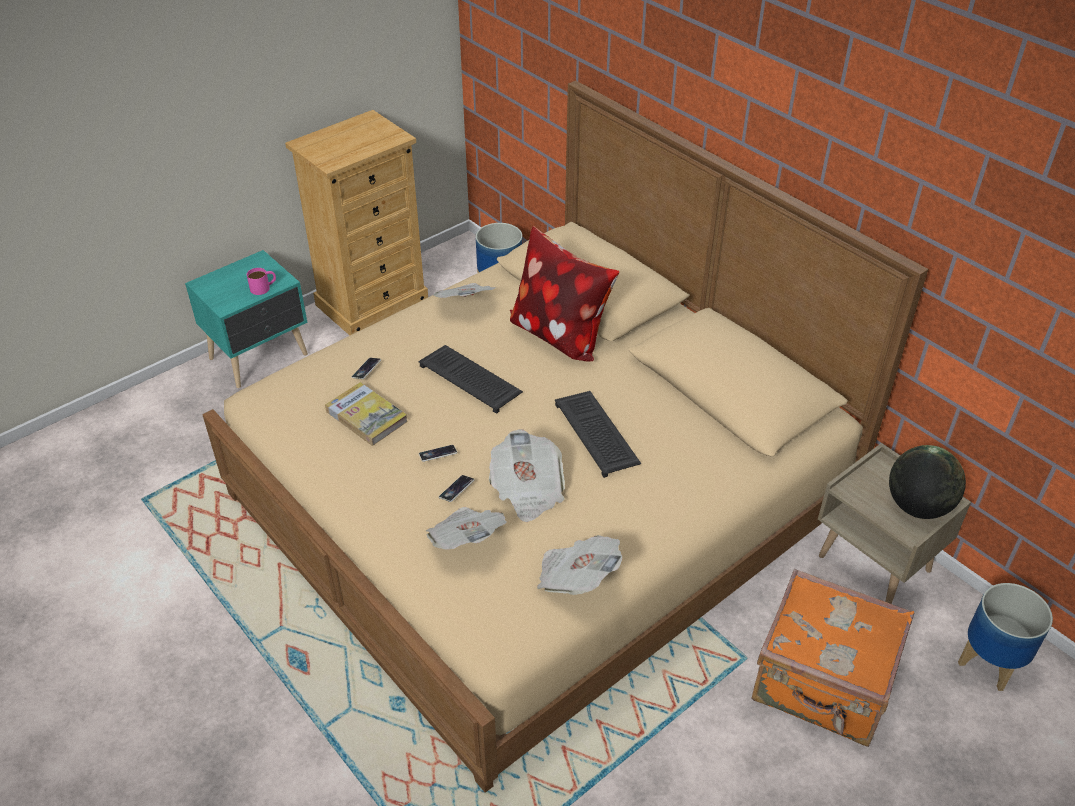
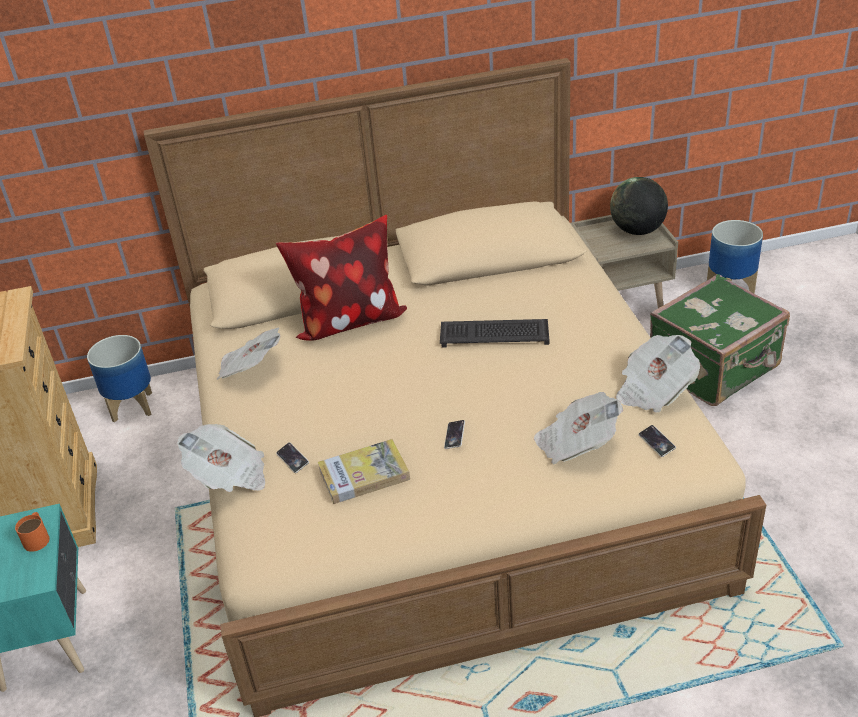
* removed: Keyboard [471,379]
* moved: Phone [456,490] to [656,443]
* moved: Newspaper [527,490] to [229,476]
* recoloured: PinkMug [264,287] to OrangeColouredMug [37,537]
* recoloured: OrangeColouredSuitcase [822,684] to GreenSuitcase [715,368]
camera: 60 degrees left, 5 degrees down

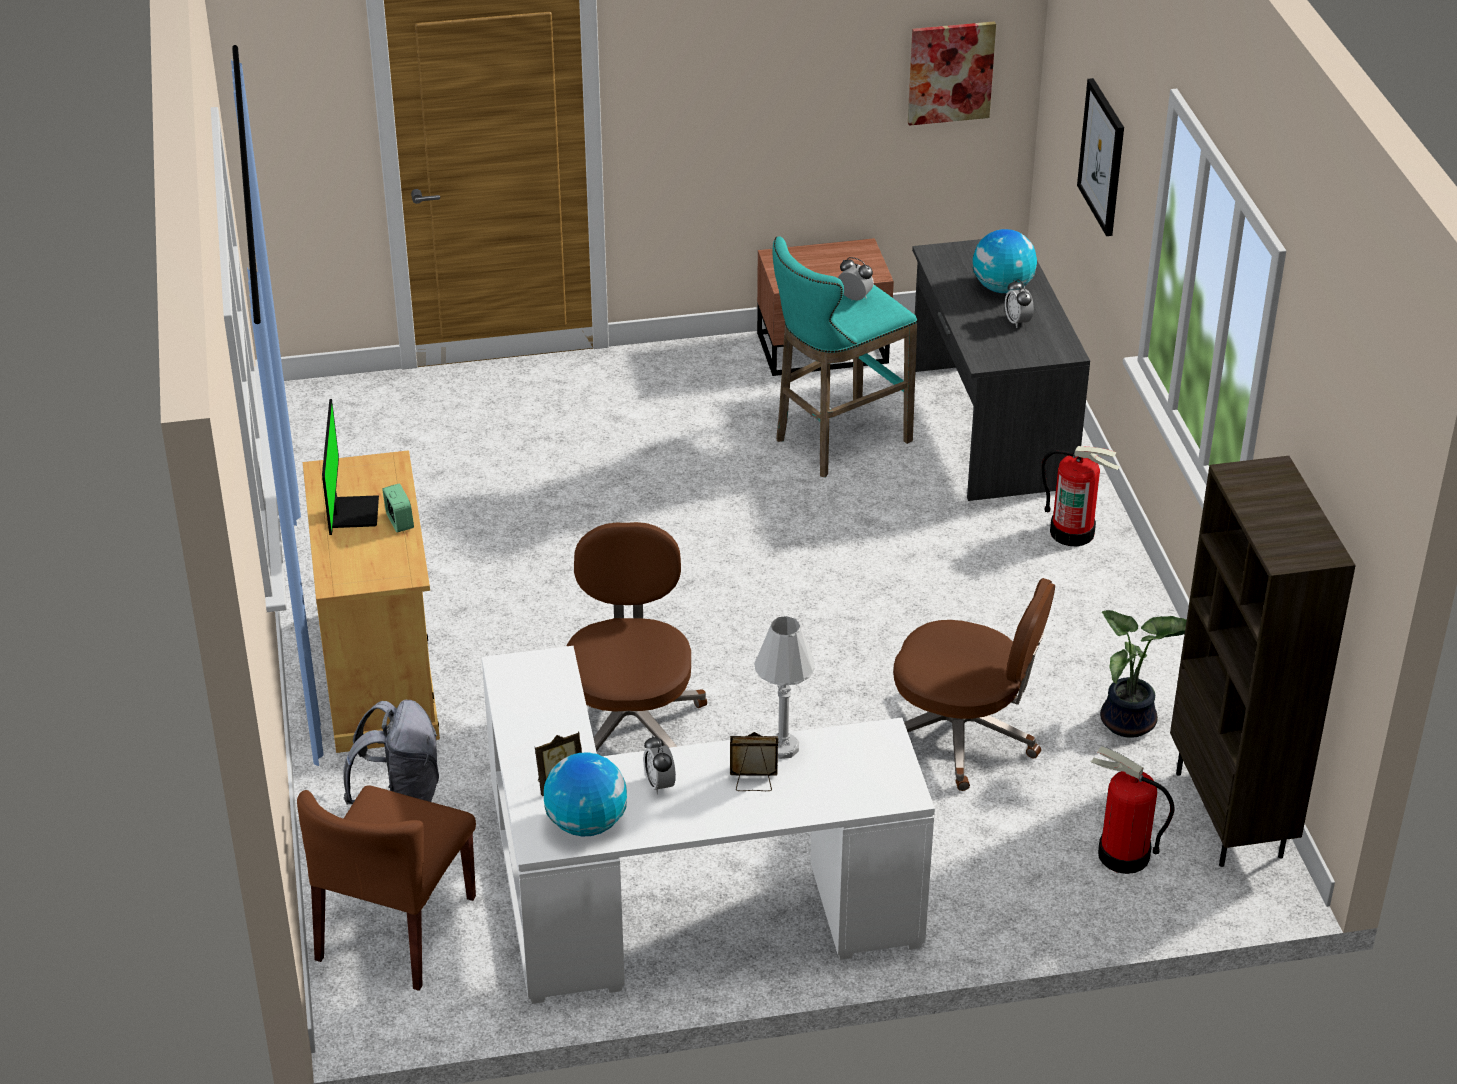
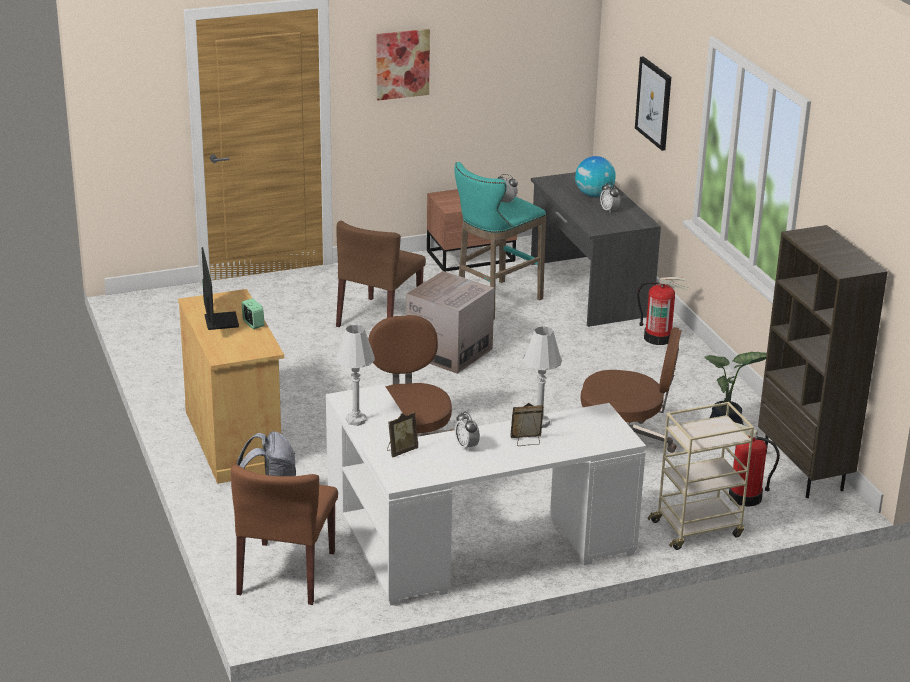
* removed: Globe [586,824]
* added: BrownishUprightChair [379,319]
* added: WhiteColouredTabletopLamp [356,420]
* added: PackingBox [449,352]
* added: SandColouredTrolley [697,528]
* moved: Picture [950,72] to [402,64]
camera: 10 degrees left, 10 degrees down

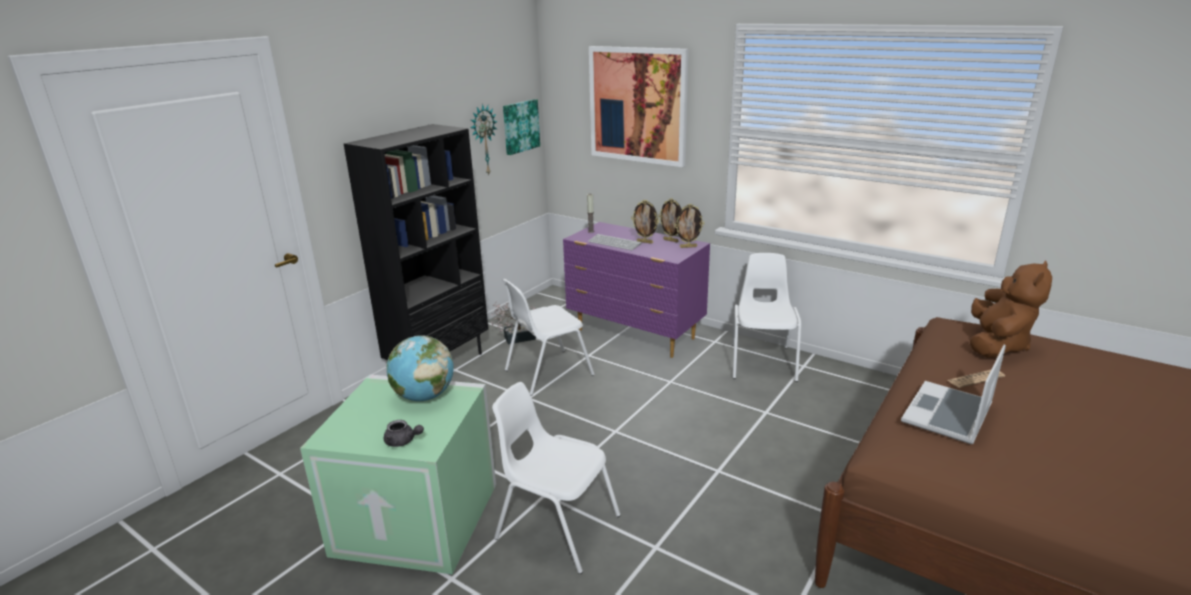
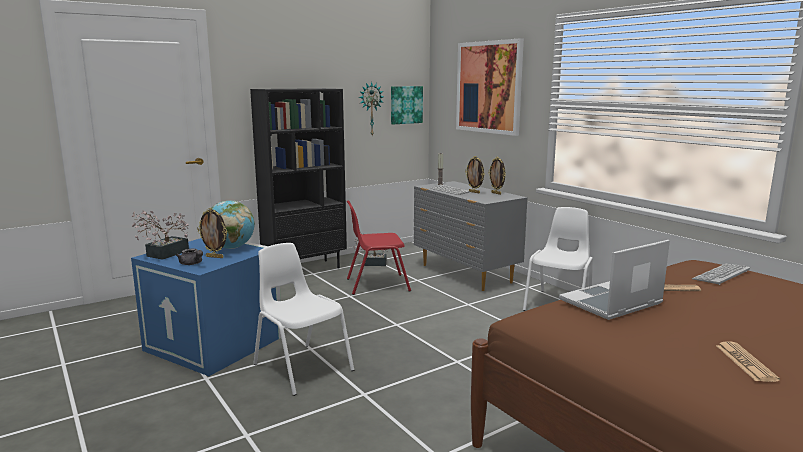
* added: PlantInAPot [164,254]
* added: Newspaper [745,362]
* moved: PictureFrame [688,247] to [215,257]
* replaced: BrownishSoftToy [996,345] to Keyboard [721,275]
* recoloured: GreenStorageContainer [419,517] to BluishStorageContainer [216,343]
* recoloured: WhiteColouredUprightChair [547,372] to RedUprightChair [376,284]
* recoloured: PurplishChestOfDrawers [636,335] to GrayChestOfDrawers [465,274]
camera: 20 degrees right, 10 degrees down

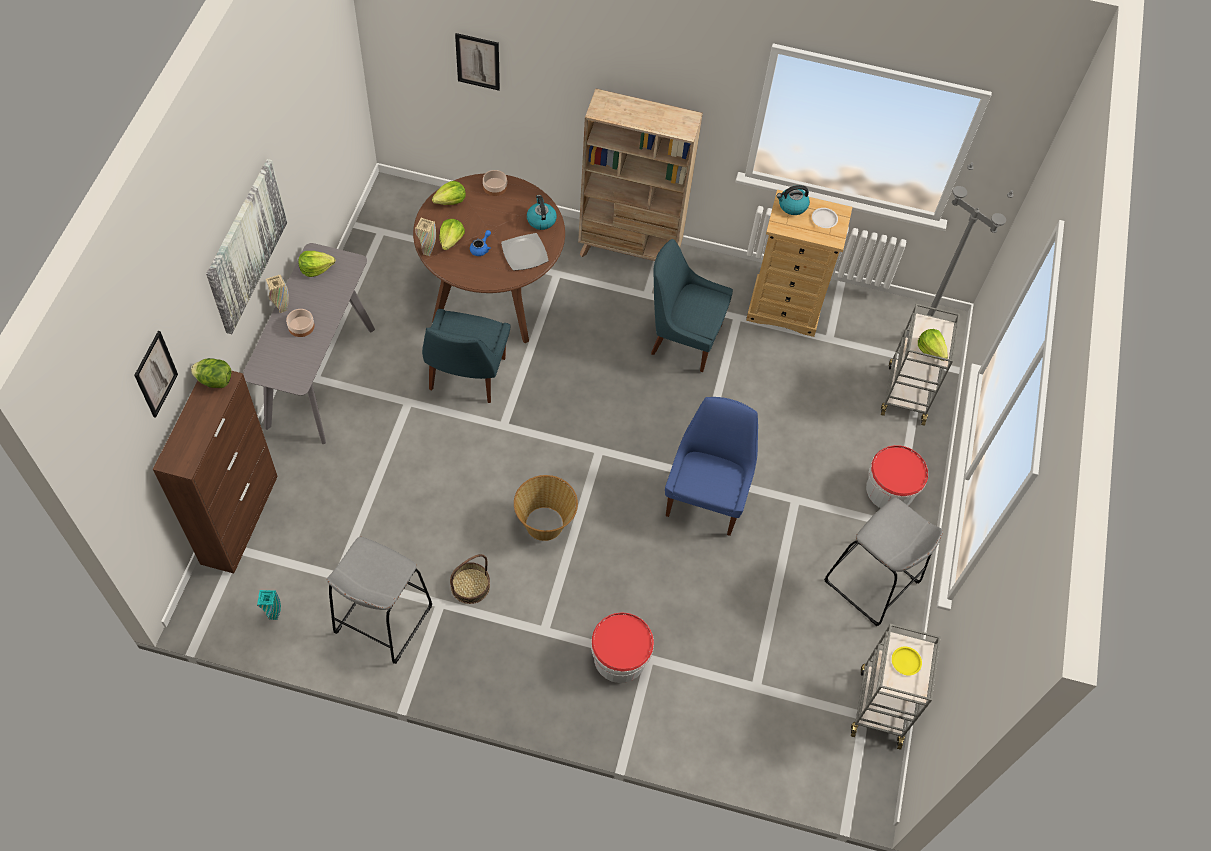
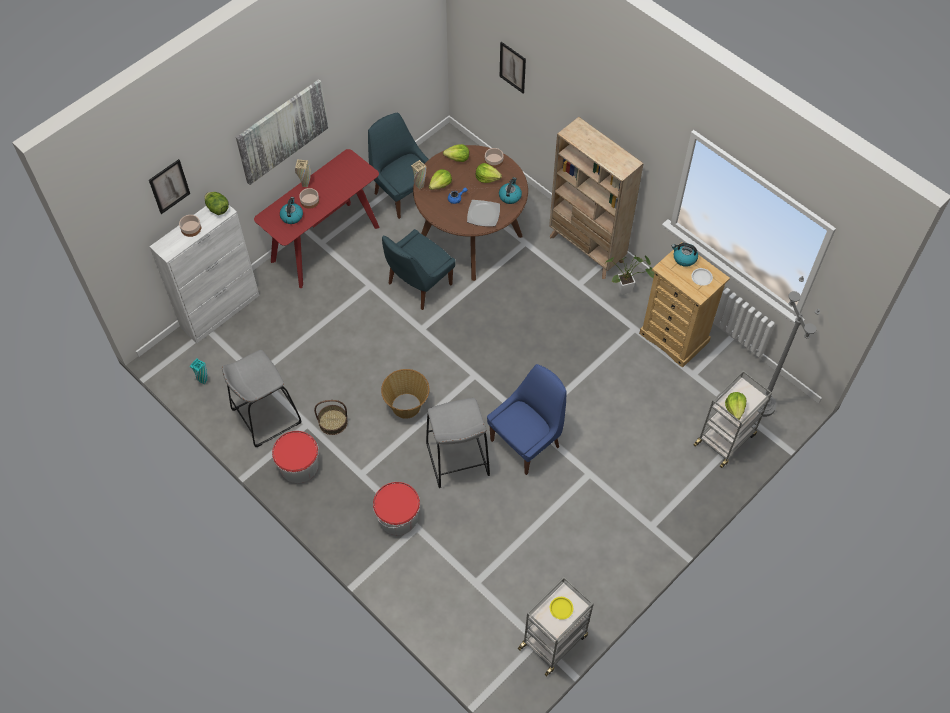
* added: Bowl [191,228]
* added: WaterKettle [291,216]
* added: PlantInAPot [627,289]
* moved: LettuceHead [316,268] to [487,178]
* moved: BluishUprightChair [683,338] to [403,193]
* moved: GrayStoolSeat [871,582] to [457,459]
* moved: WaterBucket [890,490] to [299,465]
* recoloured: BrownishCupboard [240,519] to WhiteColouredCupboard [221,311]
* recoloured: GrayConsoleTable [320,376] to RedConsoleTable [325,243]
camera: 35 degrees right, 0 degrees up

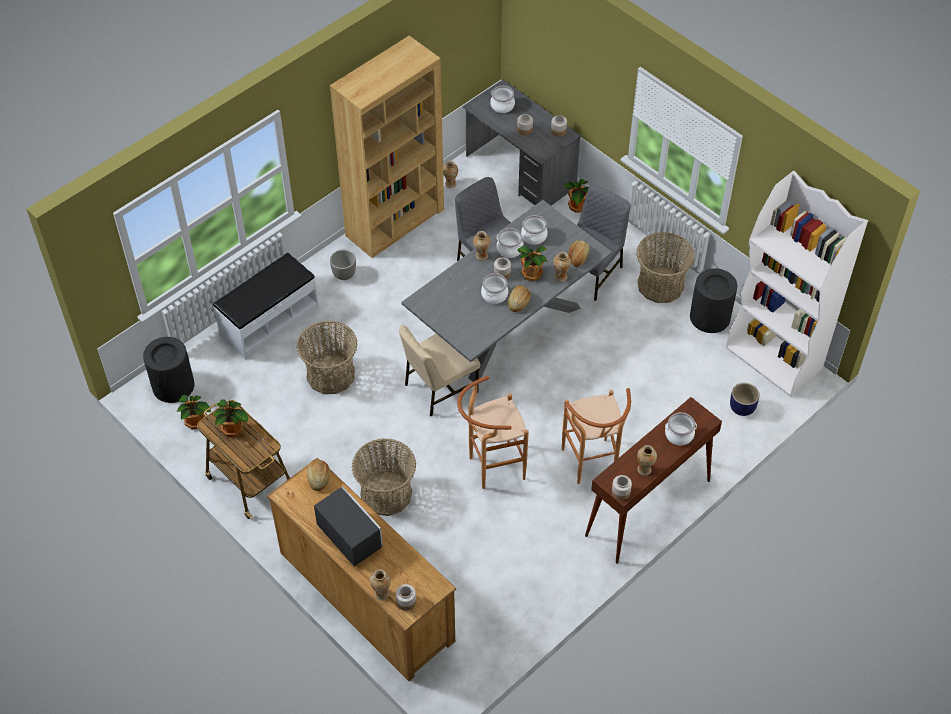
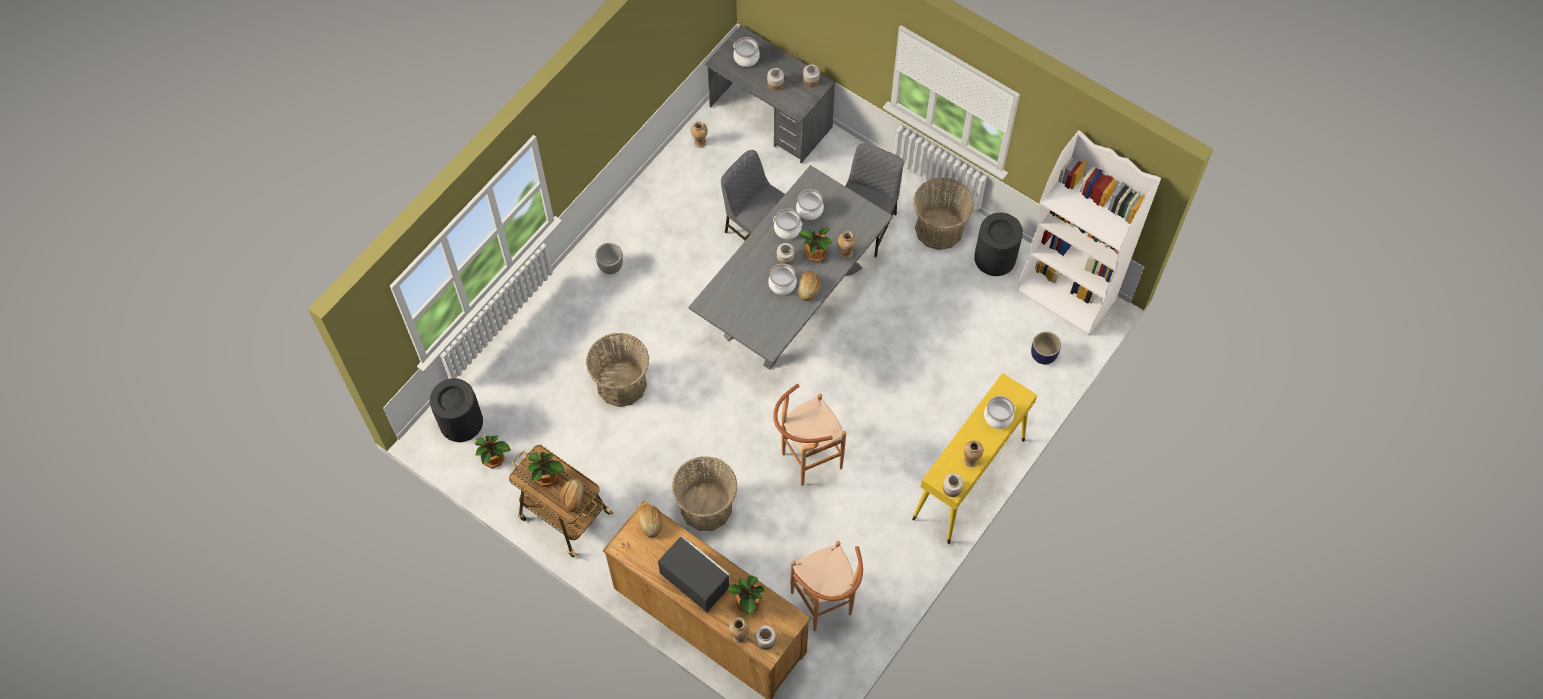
* removed: WhiteColouredLongSeat [269,321]
* removed: BrownishShelvingUnit [395,222]
* removed: SandColouredUprightChair [439,388]
* removed: Vase [481,256]
* moved: BrownishStoolSeat [591,466] to [825,608]
* moved: PlantInAPot [577,207] to [747,603]
* moved: BakeryBread [578,257] to [573,497]
* recoloured: BrownishConsoleTable [647,508] to YellowishConsoleTable [968,480]
camera: 10 degrees left, 10 degrees up

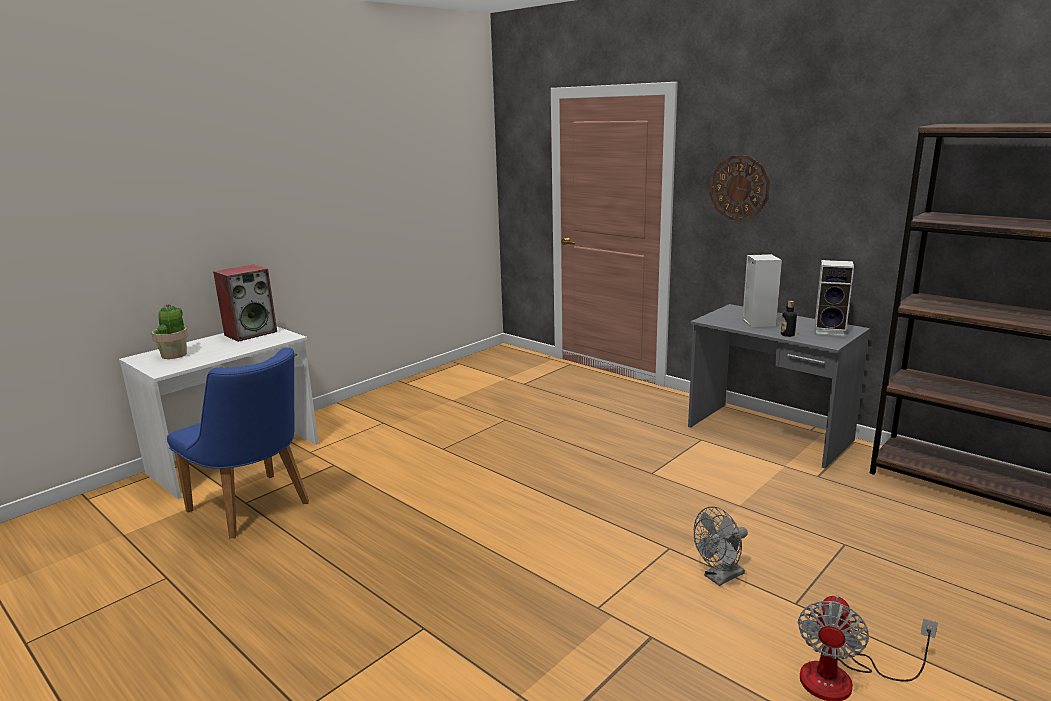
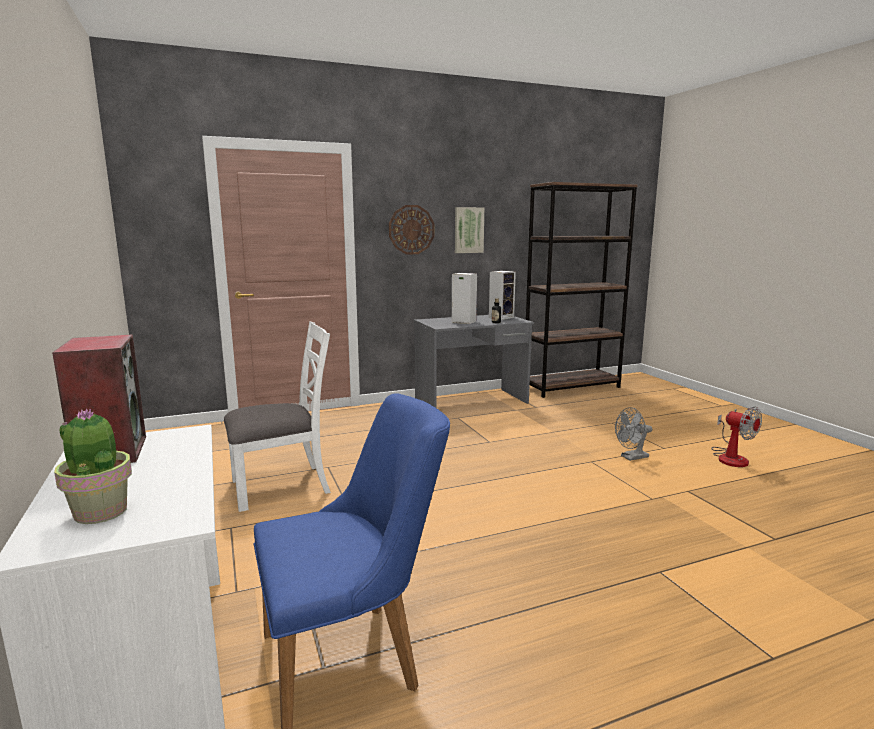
* added: WhiteColouredUprightChair [282,486]
* added: Picture [468,230]
* turned: GrayCoolingFan [720,577] = [631,457] 75 degrees clockwise
camera: 65 degrees left, 5 degrees down

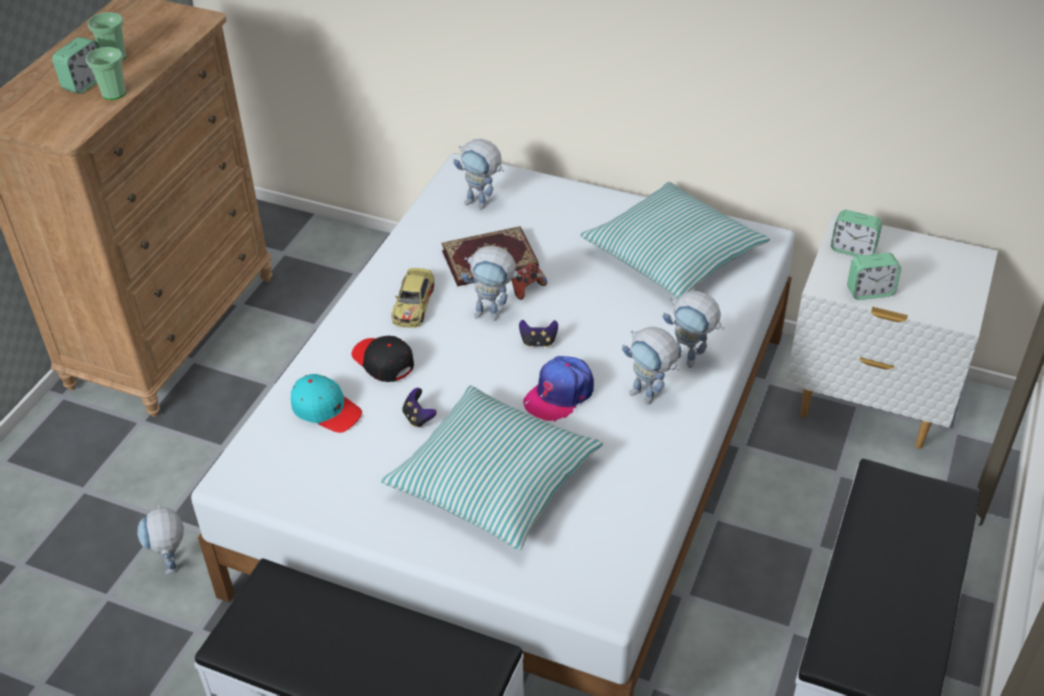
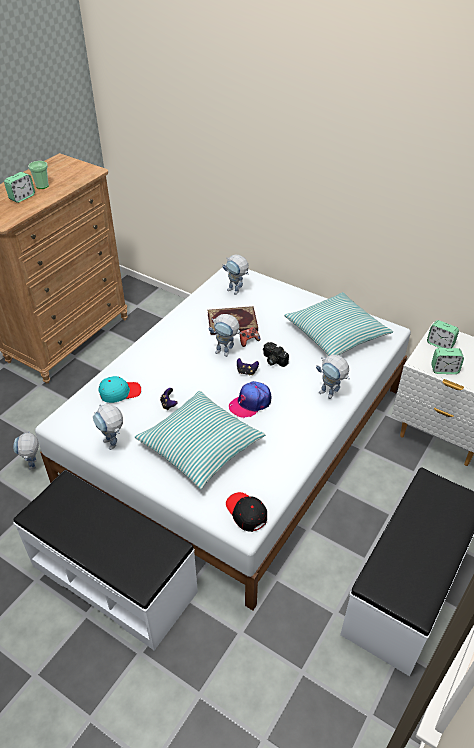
* removed: DrinkingCup [114,93]
* removed: ModelCar [413,303]
* added: StillCamera [273,360]
* moved: BlackColouredBaseballCap [383,362] to [246,513]
* moved: ToyRobot [649,398] to [113,446]
* turned: TurquoiseBaseballCap [326,410] = [120,392] 60 degrees counterclockwise
camera: 10 degrees right, 0 degrees up

